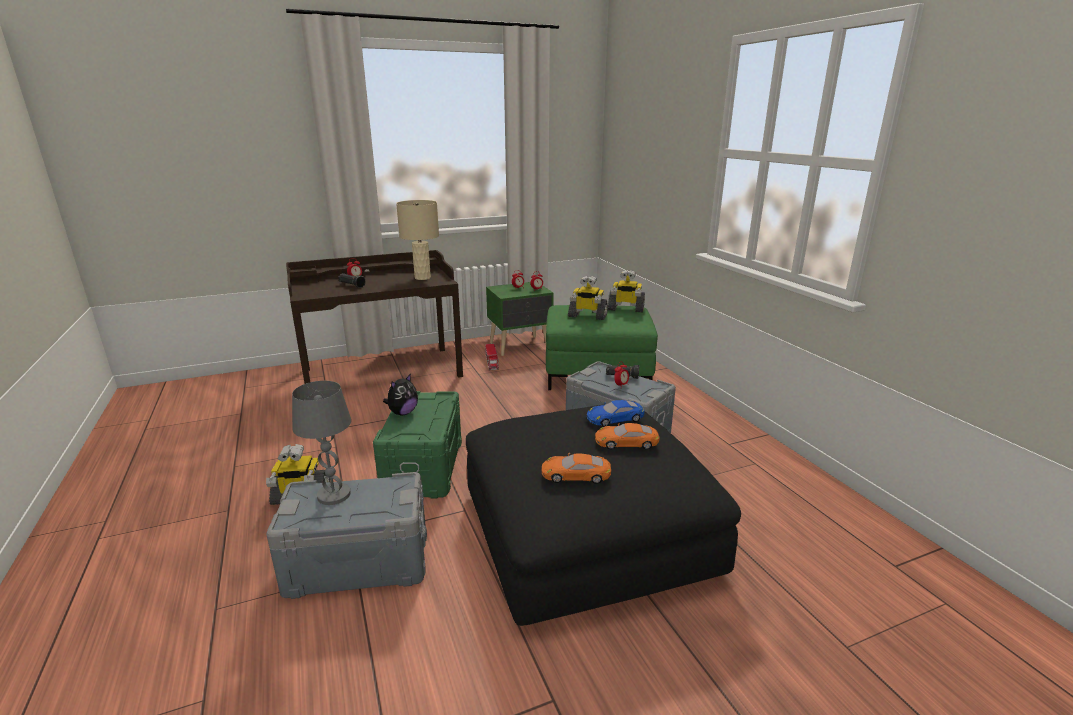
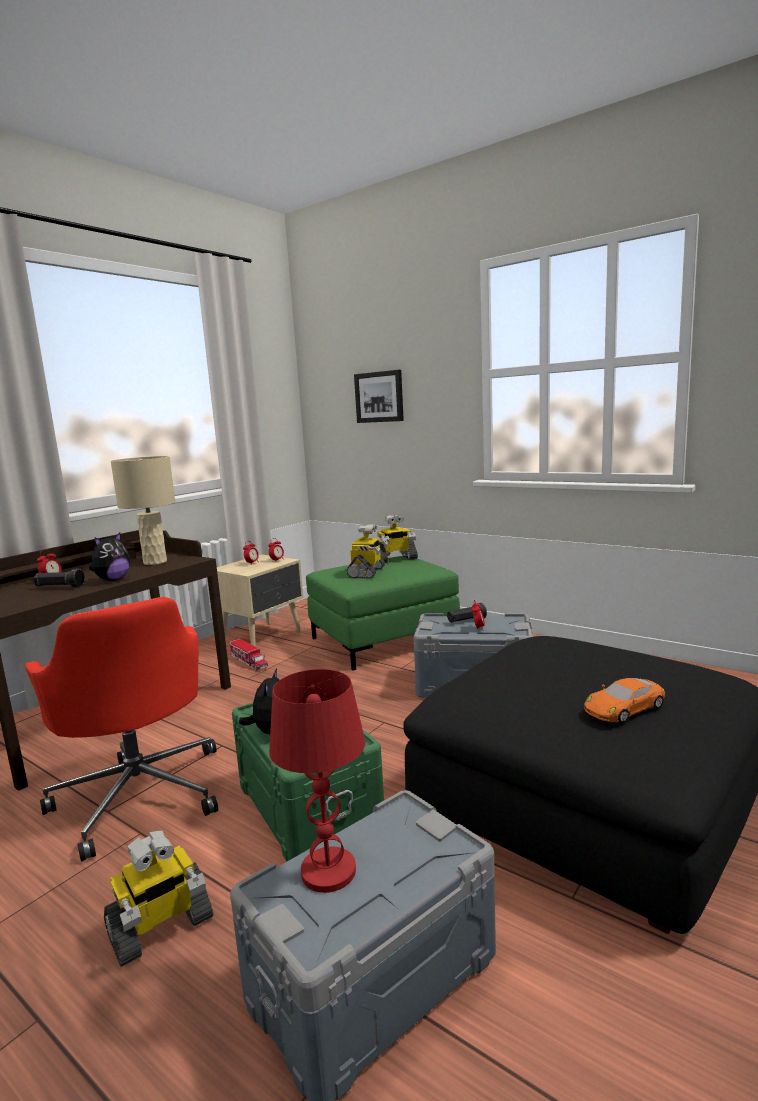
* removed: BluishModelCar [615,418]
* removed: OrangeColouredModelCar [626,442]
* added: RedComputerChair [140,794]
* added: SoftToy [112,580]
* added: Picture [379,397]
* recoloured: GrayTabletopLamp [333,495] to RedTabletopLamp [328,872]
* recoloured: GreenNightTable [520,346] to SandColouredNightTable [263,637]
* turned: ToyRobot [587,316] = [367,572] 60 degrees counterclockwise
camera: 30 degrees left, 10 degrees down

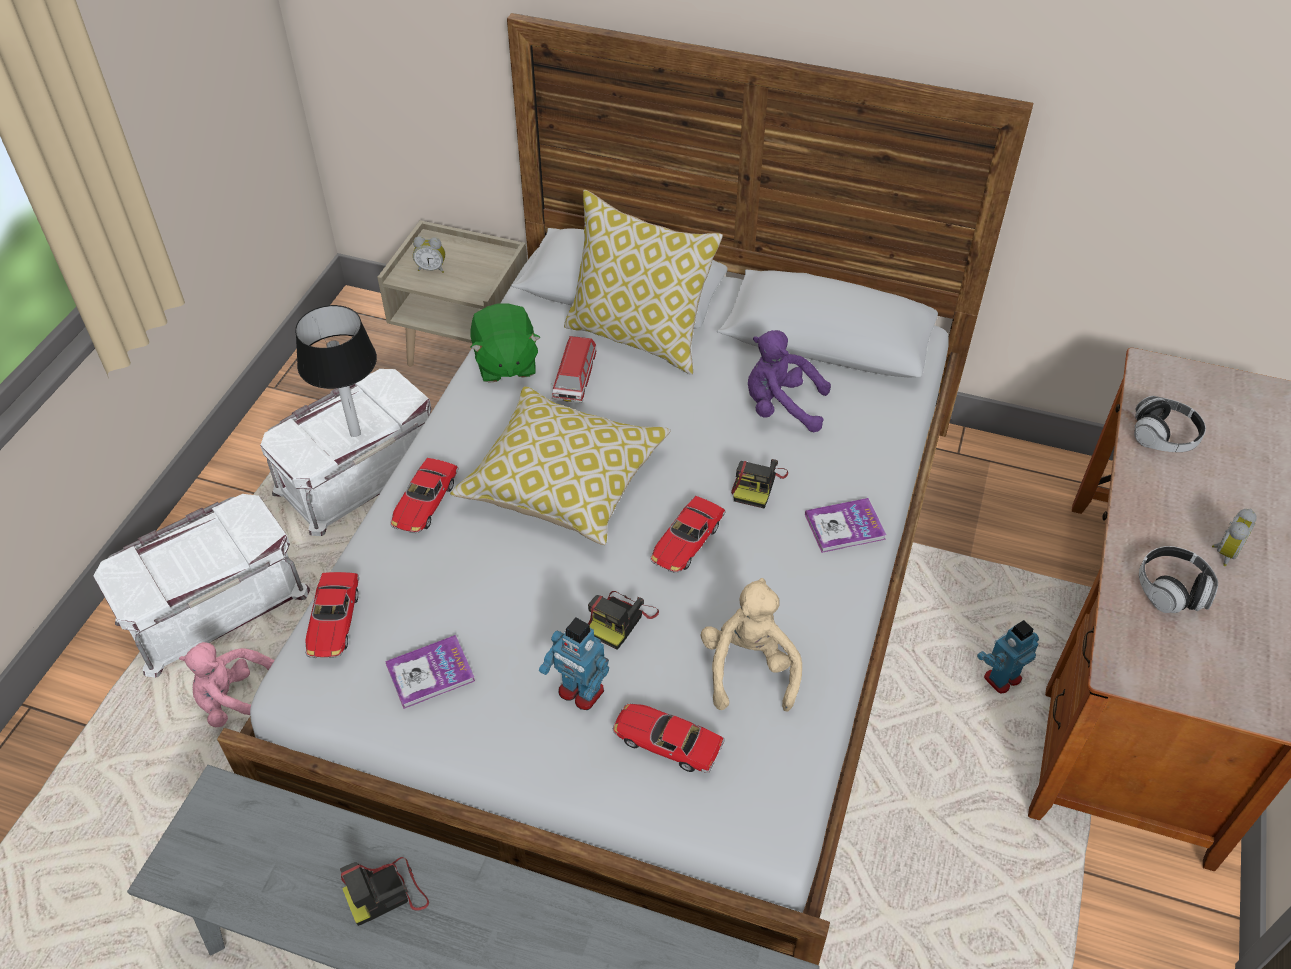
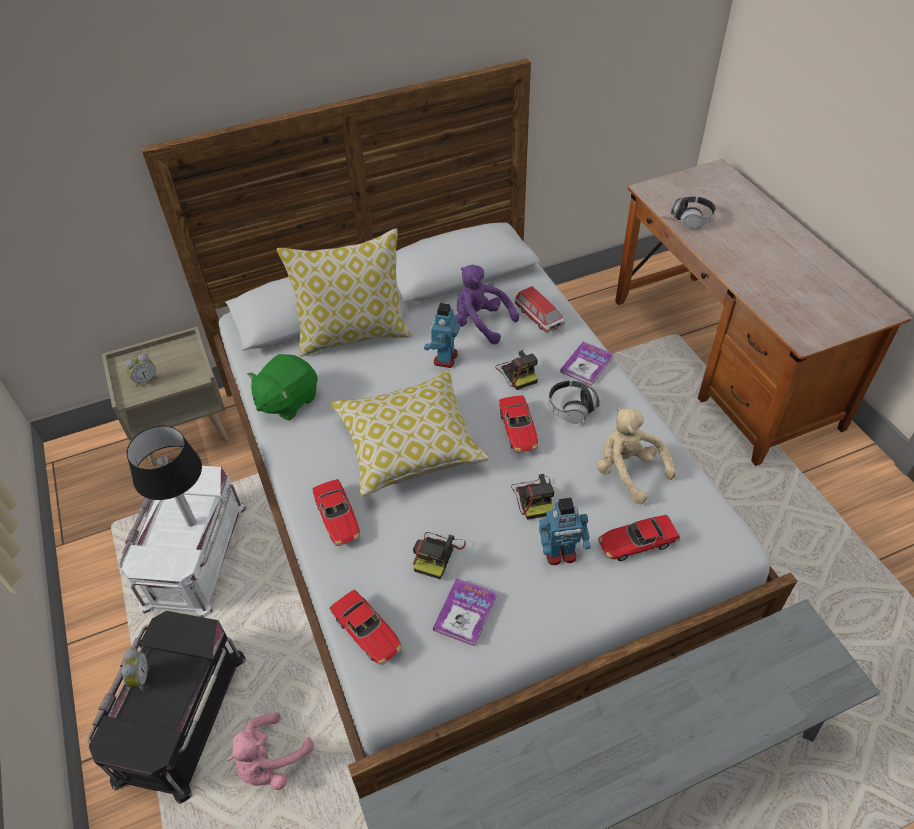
* moved: StillCamera [387,894] to [437,554]
* moved: ModelCar [575,379] to [538,317]
* moved: ToyRobot [1001,678] to [445,358]
* moved: Headphones [1171,590] to [571,408]
* moved: AlarmClock [1223,552] to [139,678]
* recoloured: WhiteColouredStorageContainer [213,604] to BlackColouredStorageContainer [179,716]
* turned: GreenSoftToy [505,363] = [287,401] 90 degrees clockwise
* turned: PurplishSoftToy [781,407] = [480,323] 60 degrees clockwise
camera: 40 degrees left, 0 degrees up

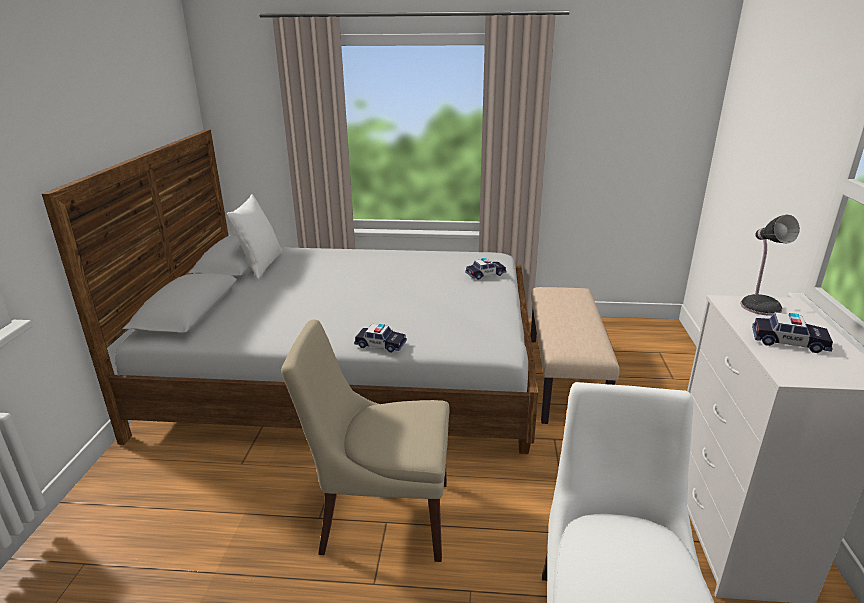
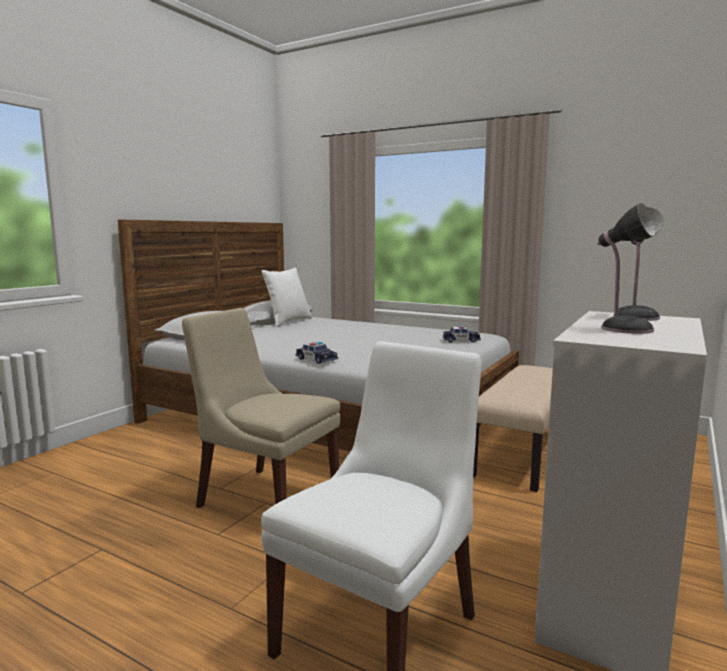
* replaced: ModelCar [789,341] to TabletopLamp [623,328]
camera: 25 degrees right, 15 degrees down

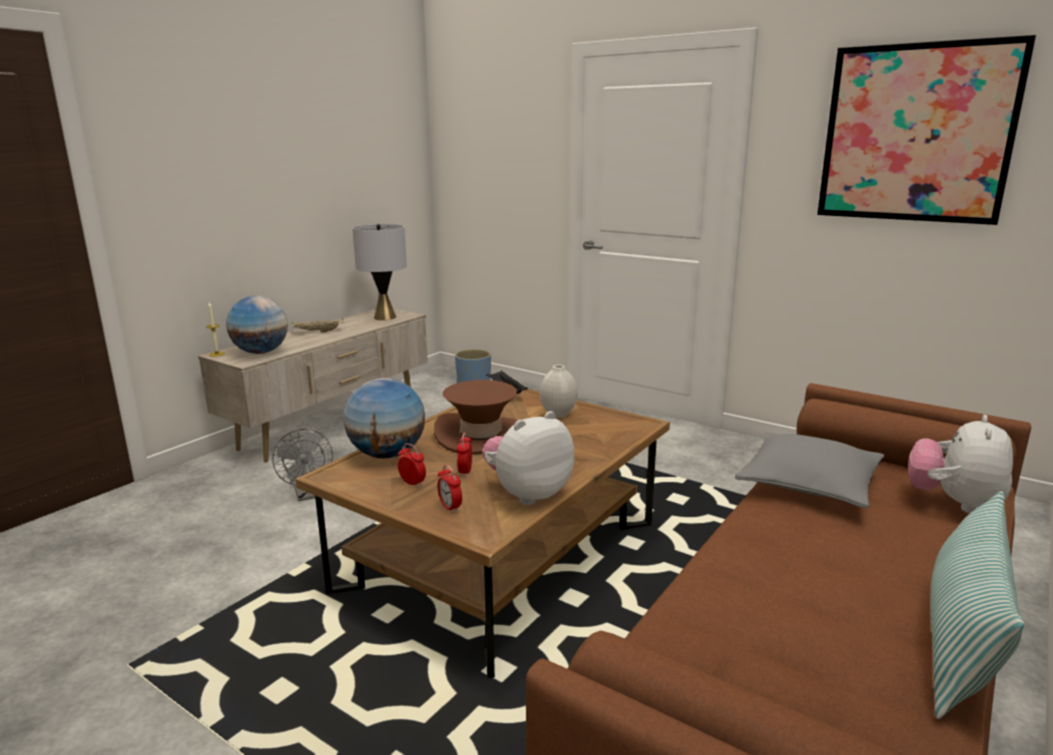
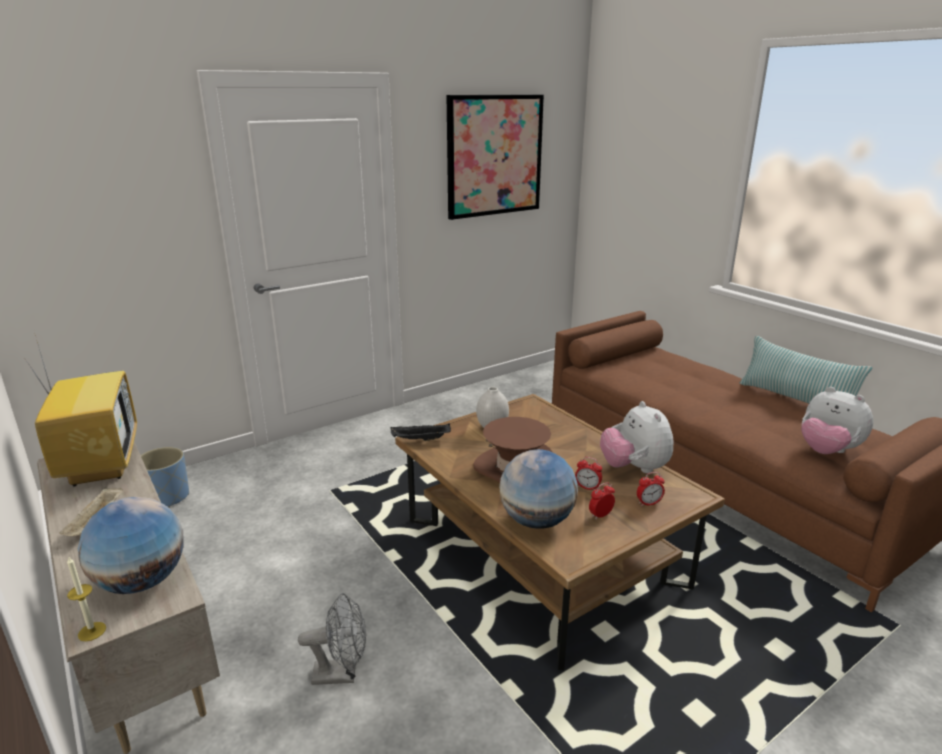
* removed: GrayThrowPillow [809,483]
* moved: SoftToy [953,503] to [827,451]
* replaced: GrayTabletopLamp [385,317] to Television [100,463]
camera: 70 degrees left, 5 degrees up

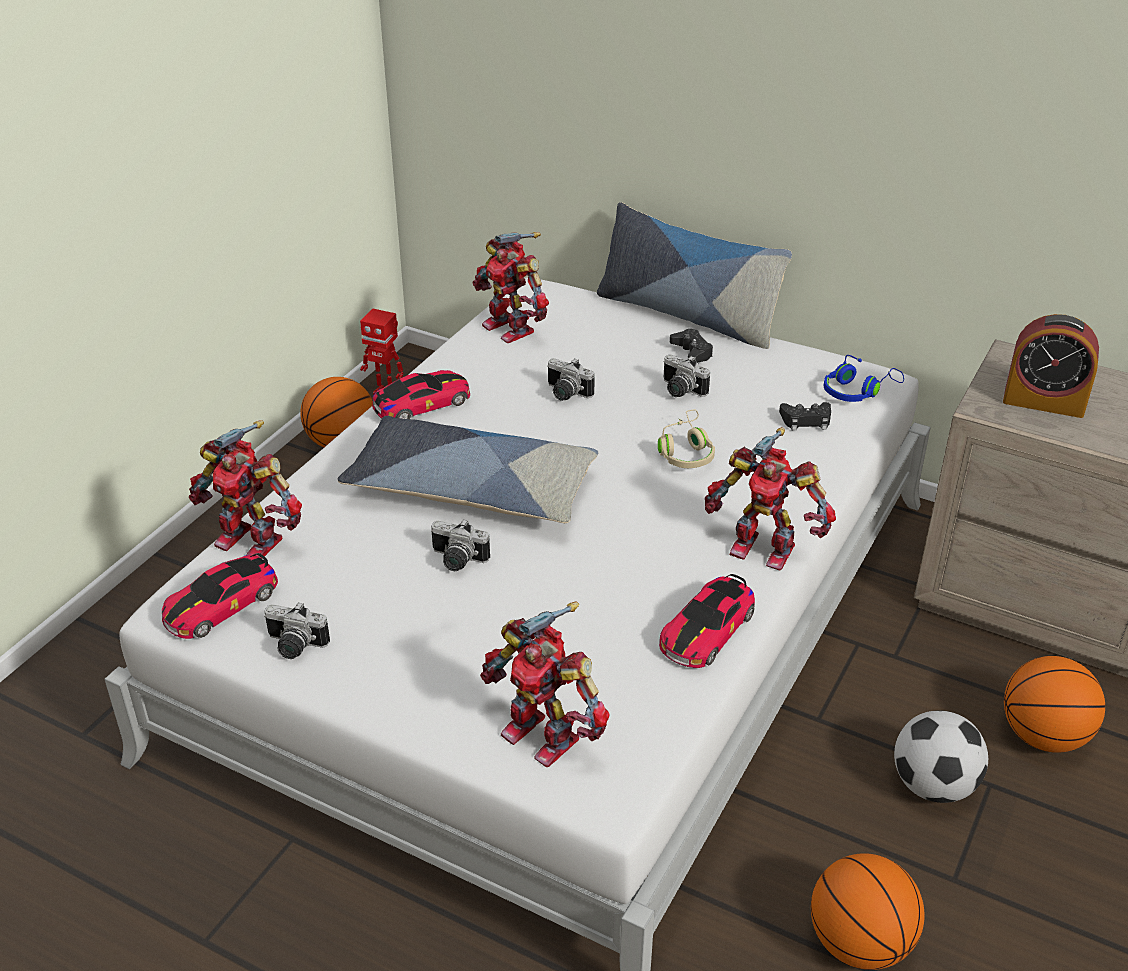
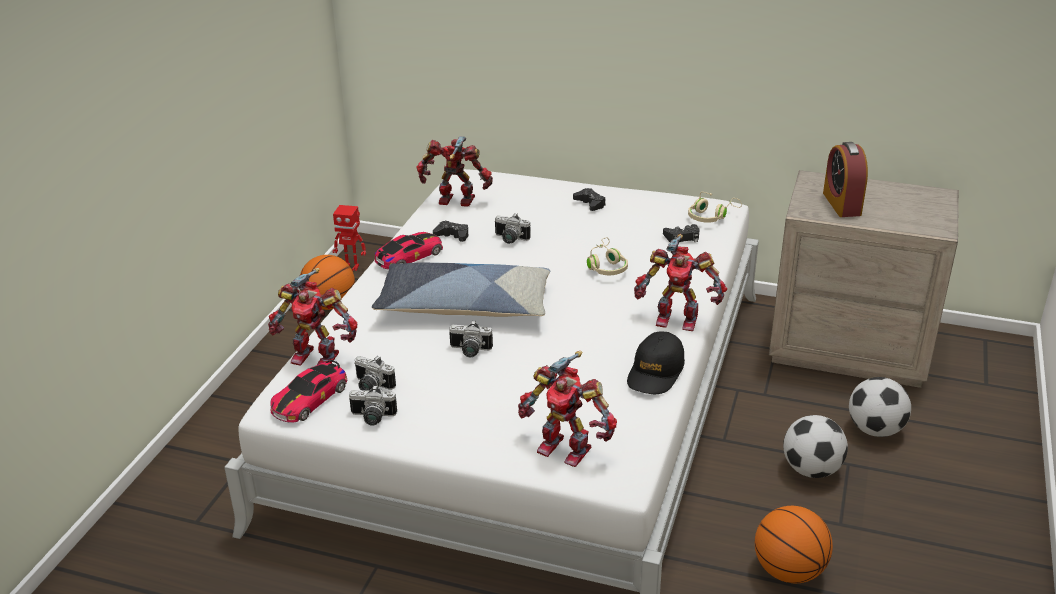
* removed: ThrowPillow [687,315]
* added: BlackColouredJoypad [452,235]
* moved: StillCamera [680,391] to [371,386]
* replaced: ModelCar [707,630] to BlackColouredBaseballCap [655,372]
* replaced: Basketball [1043,736] to Football [875,430]
* recoloured: BluishHeadphones [857,391] to SandColouredHeadphones [711,216]
* turned: ToyRobot [511,327] = [456,201] 150 degrees clockwise
* turned: AlarmClock [1043,402] = [841,204] 75 degrees clockwise
camera: 10 degrees left, 5 degrees down

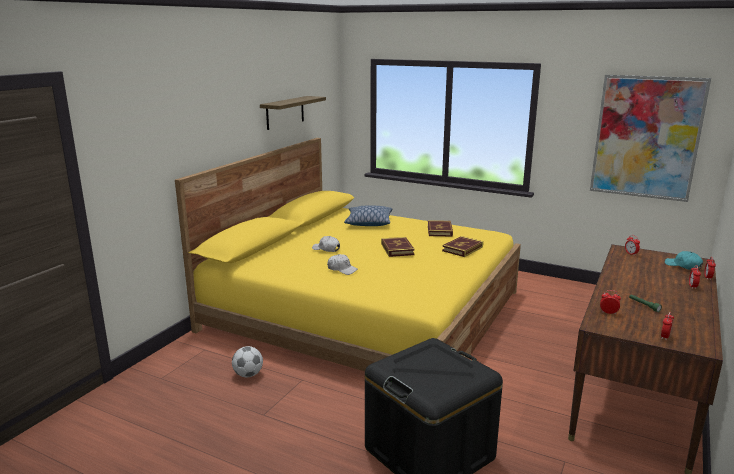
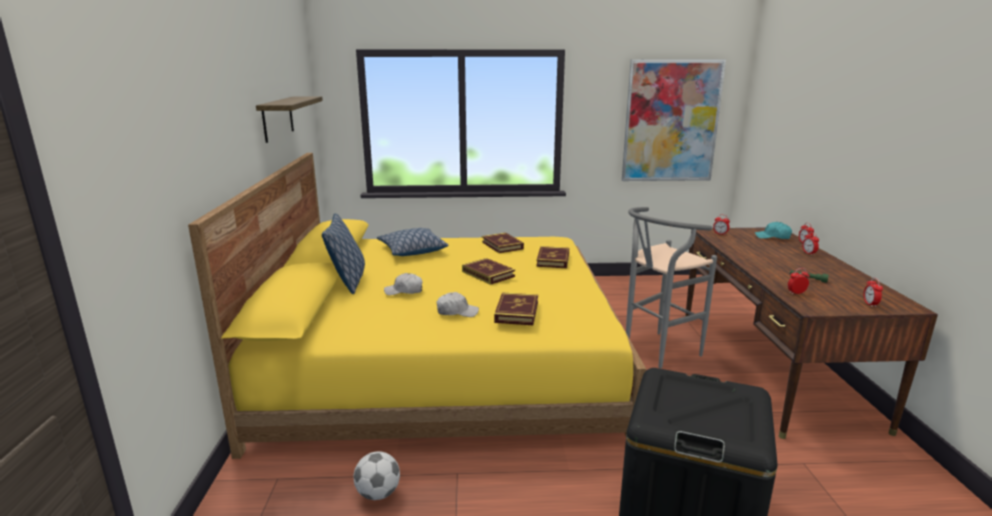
* added: ThrowPillow [348,282]
* added: BoundBook [517,312]
* added: GrayStoolSeat [656,352]
camera: 30 degrees left, 0 degrees up

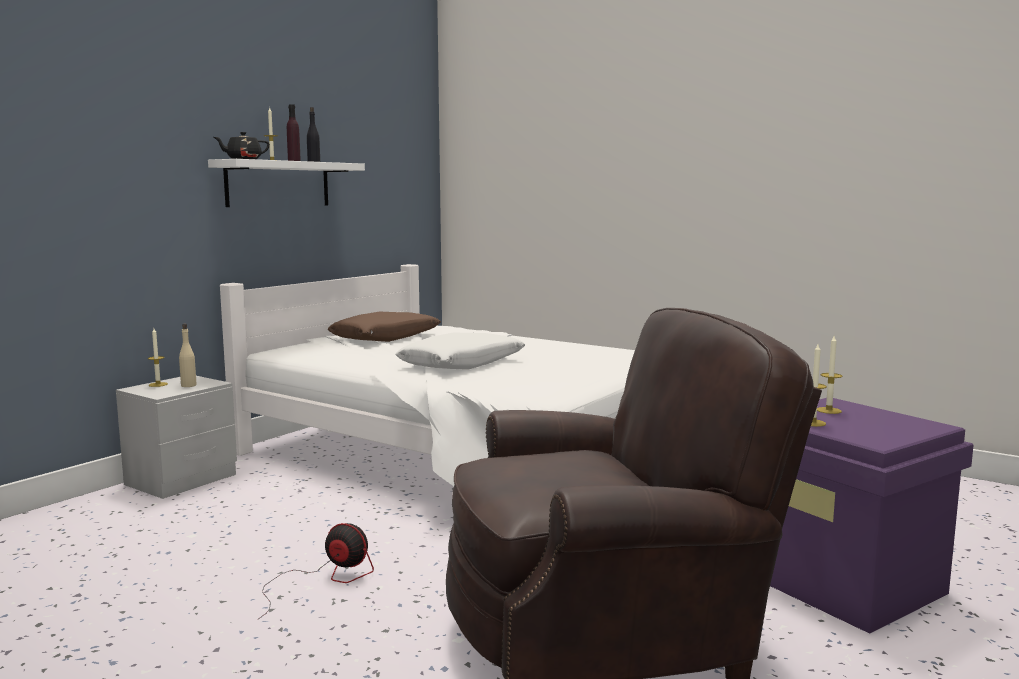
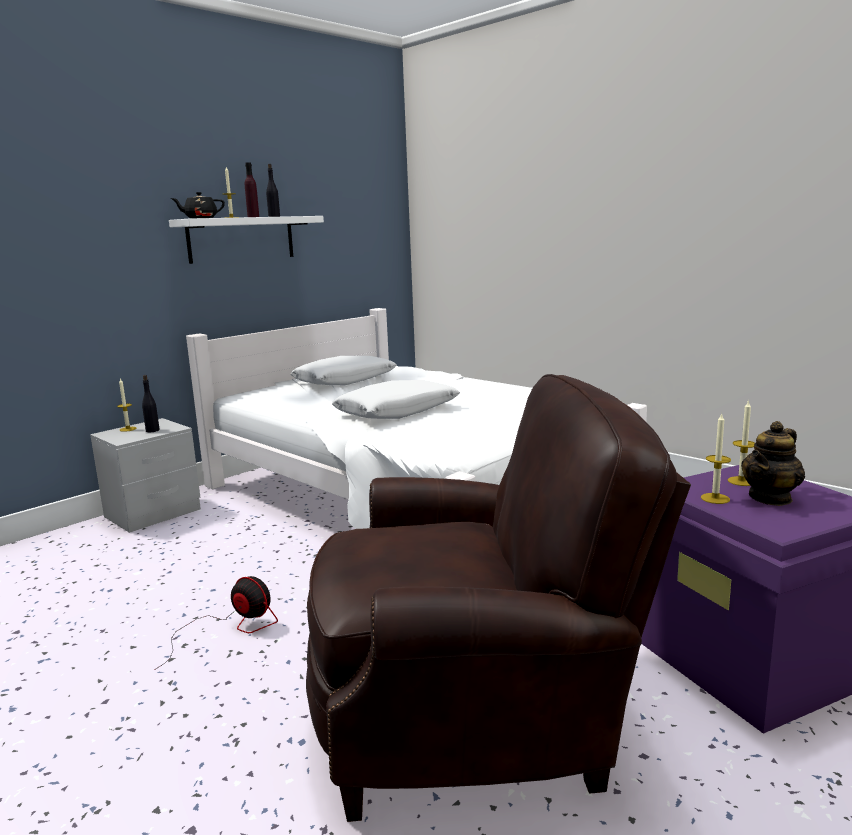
* added: PotForTea [770,498]
* recoloured: SandColouredDrinkBottle [188,385] to BlackColouredDrinkBottle [152,430]
* recoloured: BrownishThrowPillow [385,338] to WhiteColouredThrowPillow [344,381]
camera: 10 degrees right, 5 degrees up

